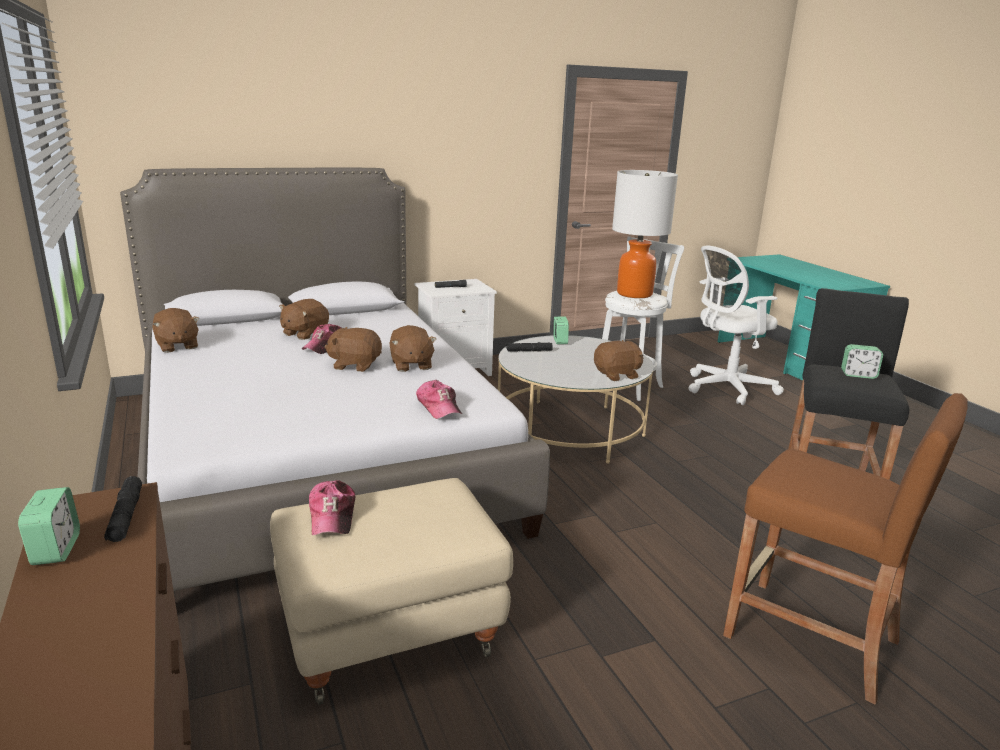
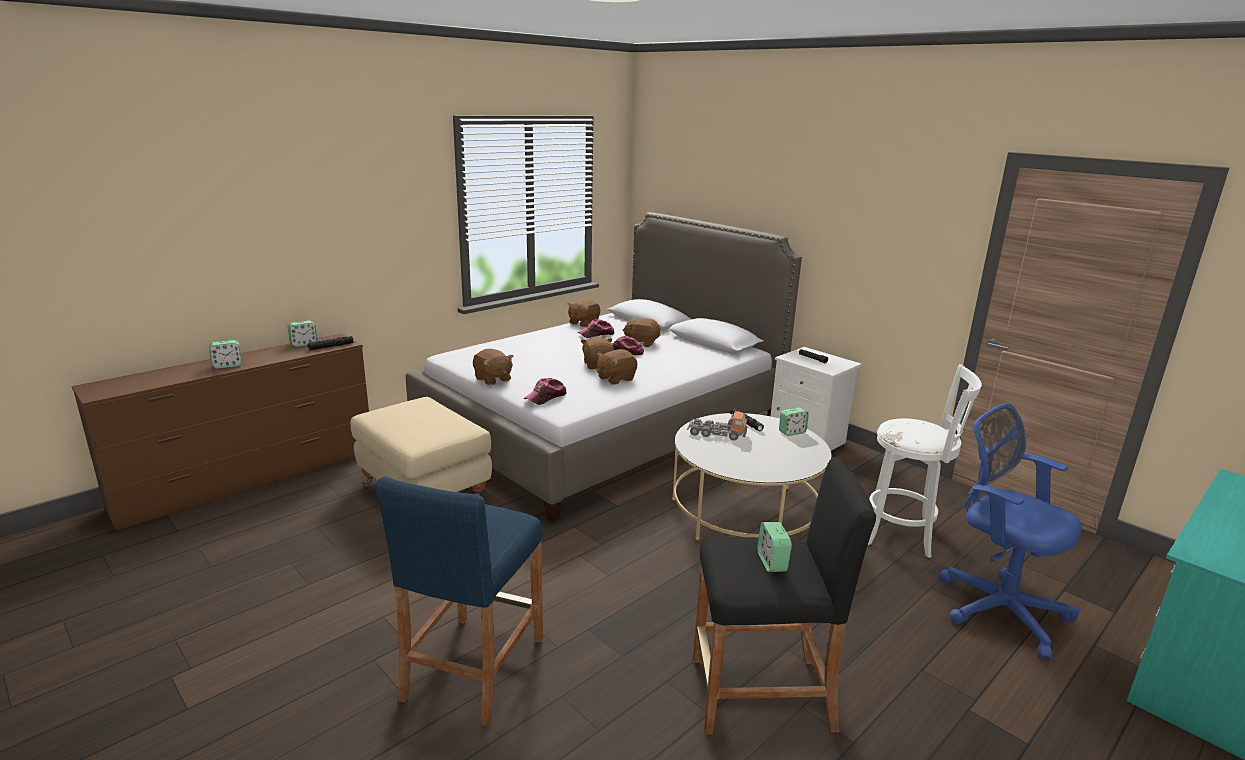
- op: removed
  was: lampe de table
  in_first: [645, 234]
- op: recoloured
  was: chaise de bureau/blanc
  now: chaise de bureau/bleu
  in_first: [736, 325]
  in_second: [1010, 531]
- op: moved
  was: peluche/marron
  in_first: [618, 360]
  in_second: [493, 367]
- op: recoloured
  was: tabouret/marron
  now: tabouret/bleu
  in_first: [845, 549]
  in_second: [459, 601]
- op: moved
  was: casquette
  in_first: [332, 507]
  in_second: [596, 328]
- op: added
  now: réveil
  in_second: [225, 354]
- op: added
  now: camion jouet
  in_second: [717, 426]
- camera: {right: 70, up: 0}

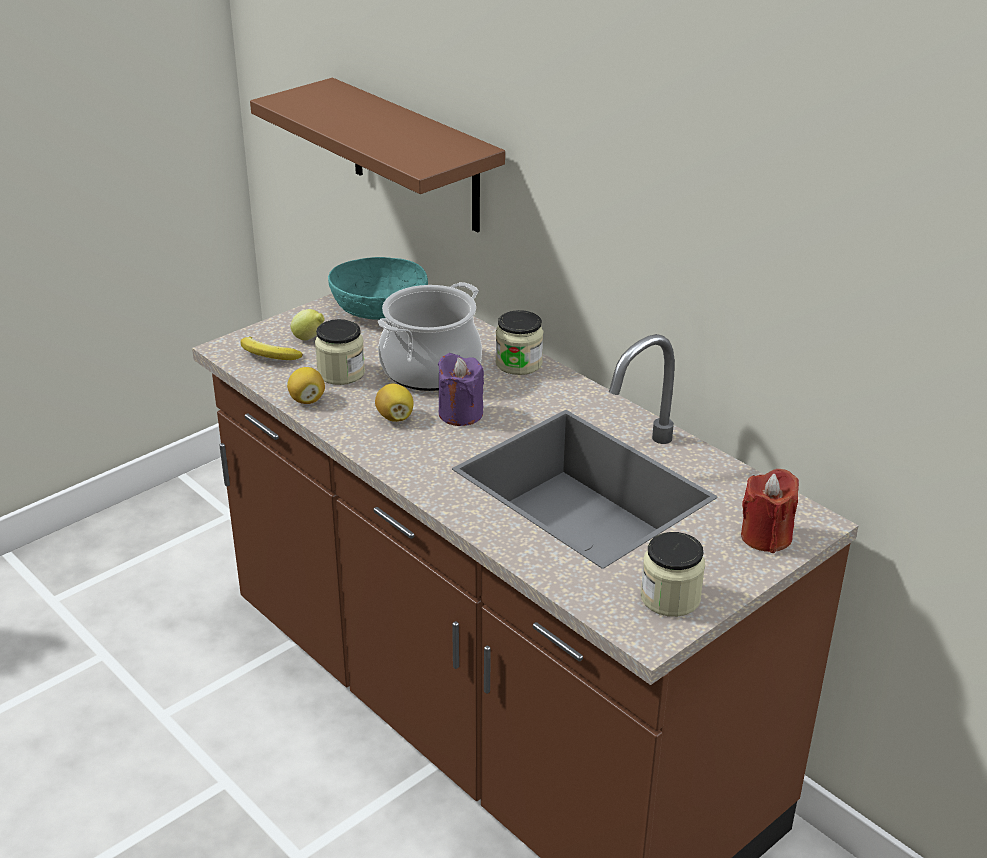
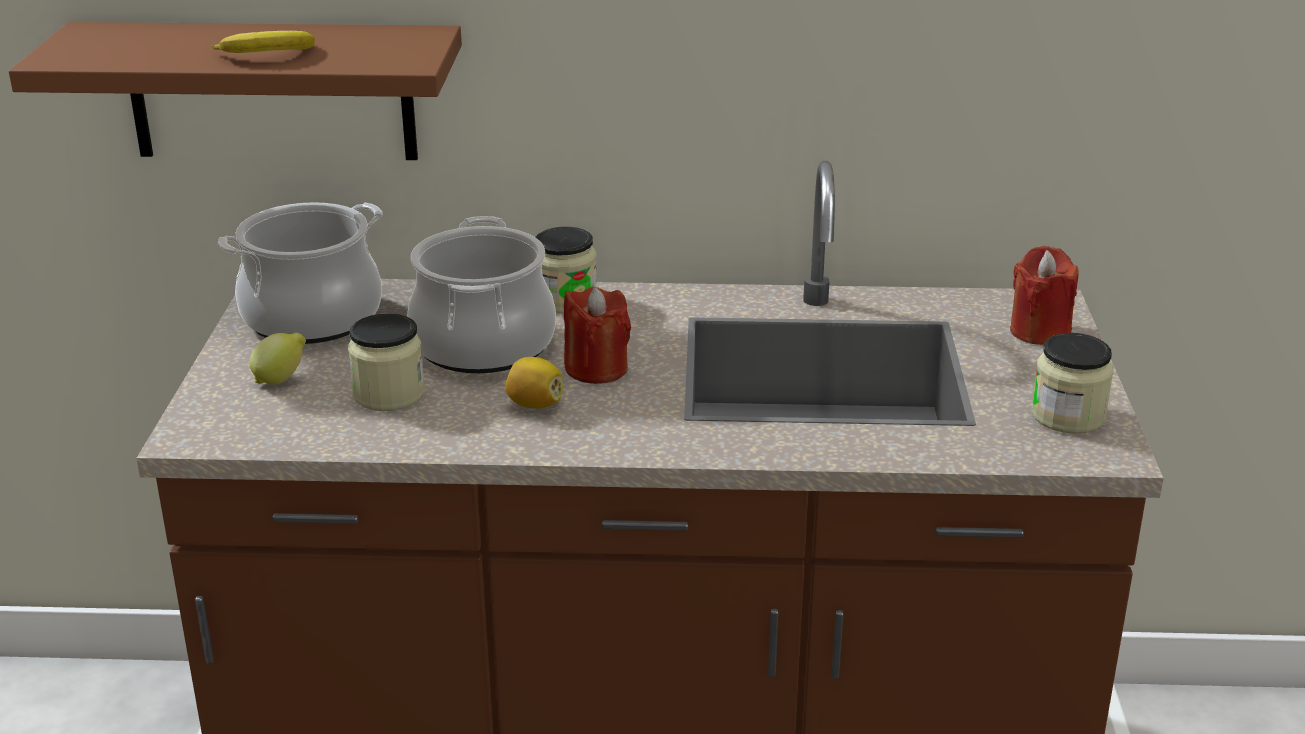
- op: replaced
  was: bol/turquoise
  now: marmite
  in_first: [378, 288]
  in_second: [300, 273]
- op: moved
  was: banane
  in_first: [272, 348]
  in_second: [263, 42]
- op: recoloured
  was: bougie/violet
  now: bougie/rouge
  in_first: [461, 389]
  in_second: [597, 335]
- op: removed
  was: citron
  in_first: [306, 385]
- camera: {right: -45, up: -5}

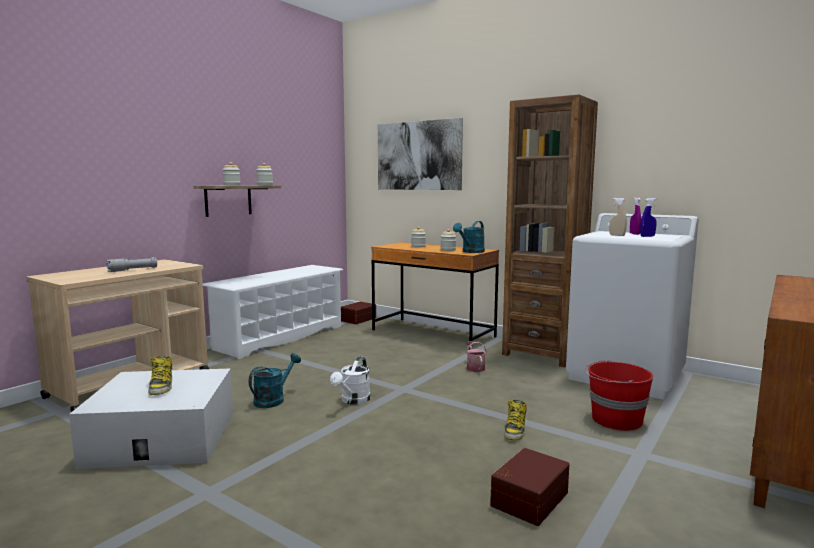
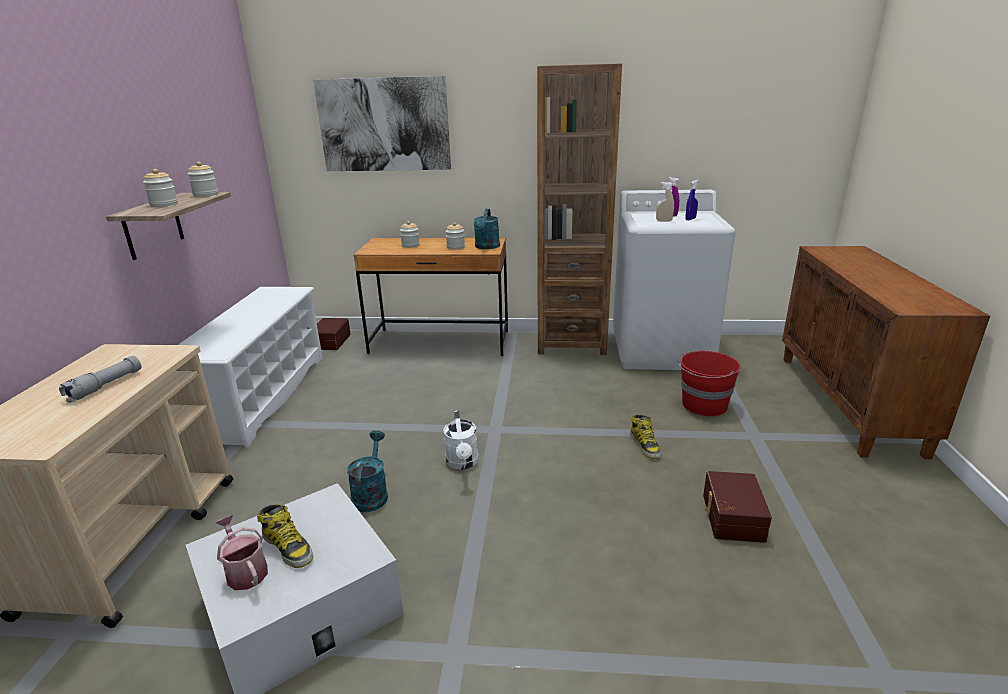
- op: moved
  was: arrosoir
  in_first: [476, 356]
  in_second: [242, 552]
- camera: {right: -30, up: 15}

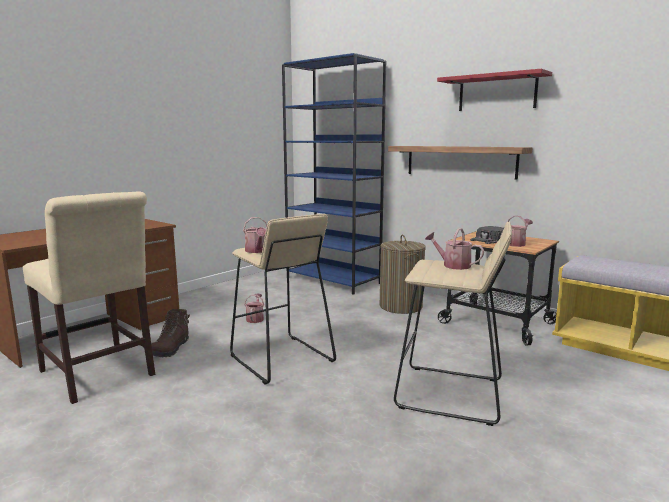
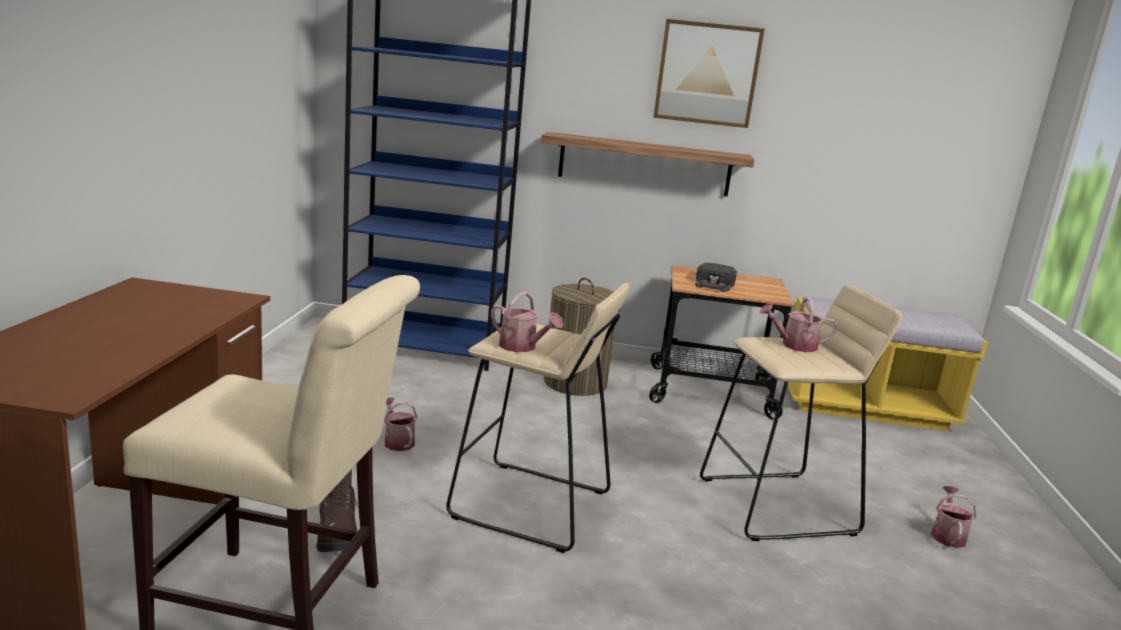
- op: replaced
  was: étagère/rouge
  now: tableau
  in_first: [494, 90]
  in_second: [709, 73]
- op: moved
  was: arrosoir
  in_first: [520, 231]
  in_second: [953, 517]
- camera: {right: -35, up: 5}

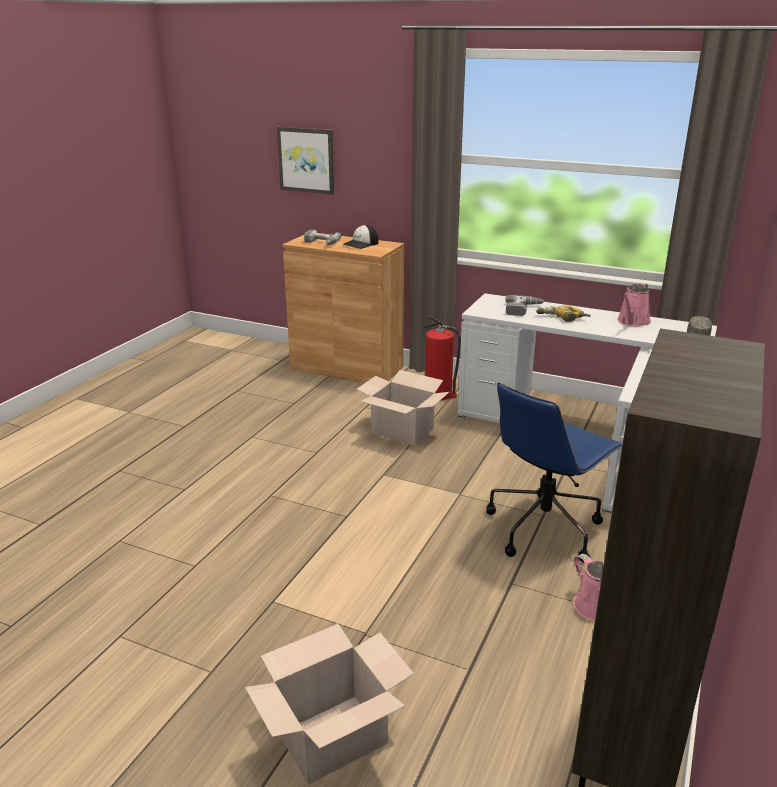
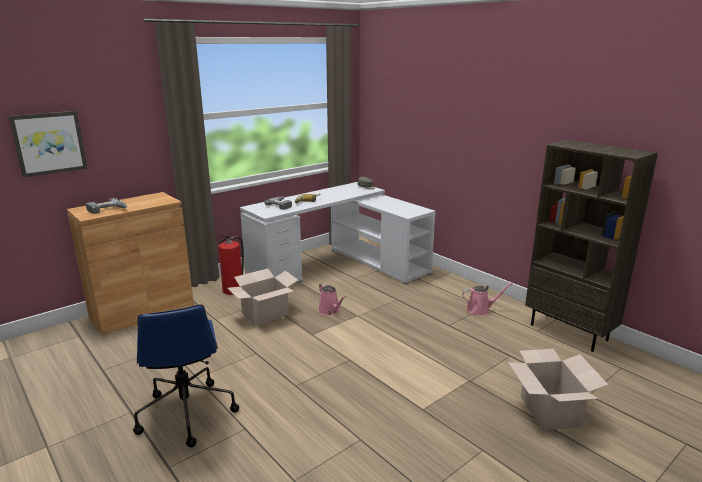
- op: removed
  was: casquette
  in_first: [361, 237]
- op: moved
  was: arrosoir/rose
  in_first: [634, 305]
  in_second: [332, 299]
- op: moved
  was: chaise de bureau/bleu
  in_first: [554, 472]
  in_second: [186, 375]
- camera: {right: -65, up: -5}

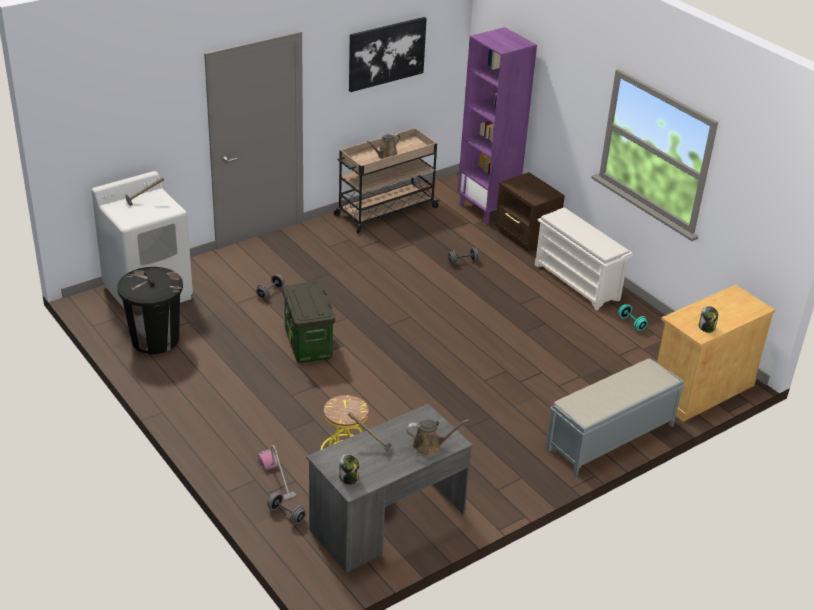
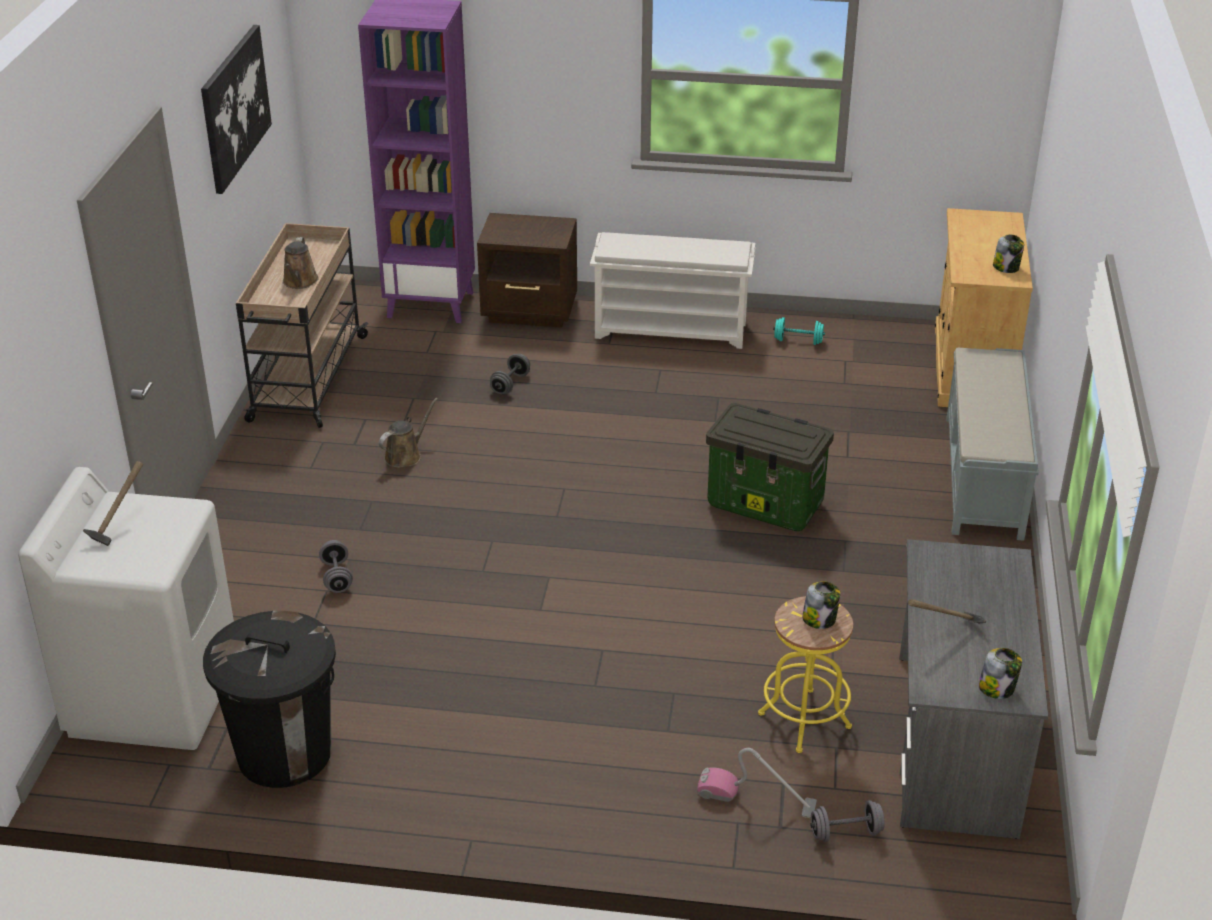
- op: moved
  was: boîte de rangement
  in_first: [308, 322]
  in_second: [770, 467]
- op: moved
  was: arrosoir/marron
  in_first: [437, 438]
  in_second: [408, 432]
- op: added
  now: bocal
  in_second: [821, 605]
- camera: {right: -45, up: 0}

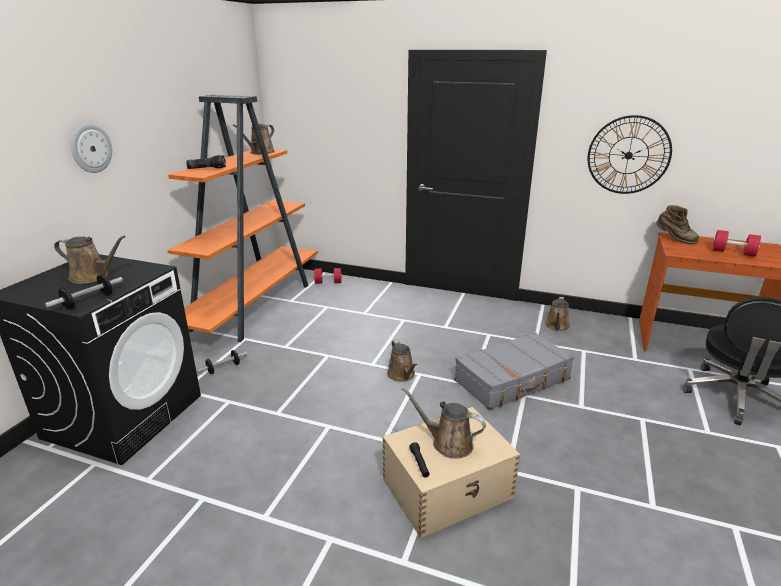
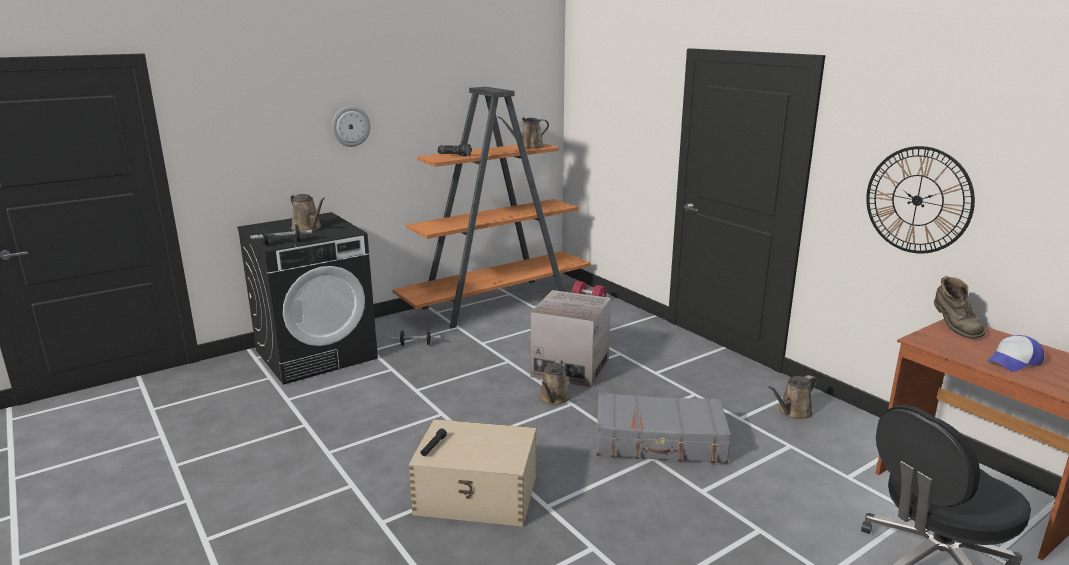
- op: replaced
  was: haltère/rouge
  now: casquette
  in_first: [737, 243]
  in_second: [1015, 353]
- op: removed
  was: arrosoir/marron
  in_first: [444, 423]
- op: added
  now: carton
  in_second: [570, 339]
- camera: {right: 35, up: -5}

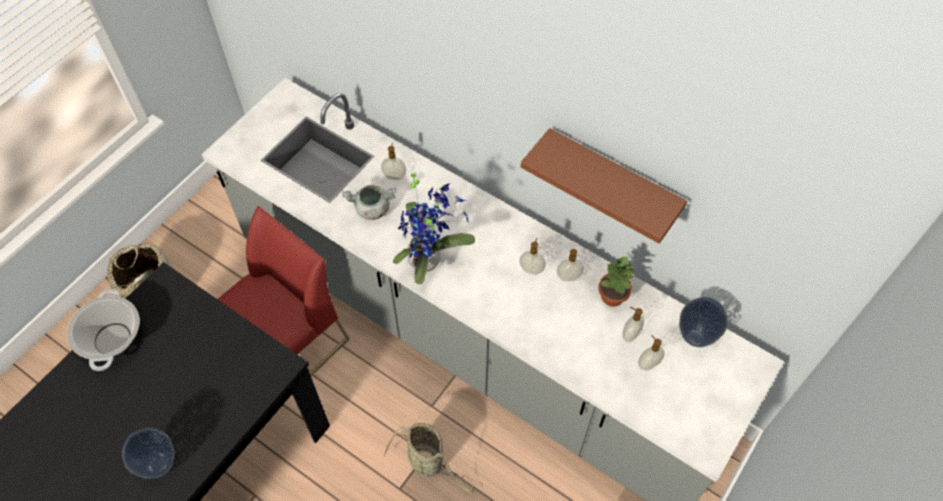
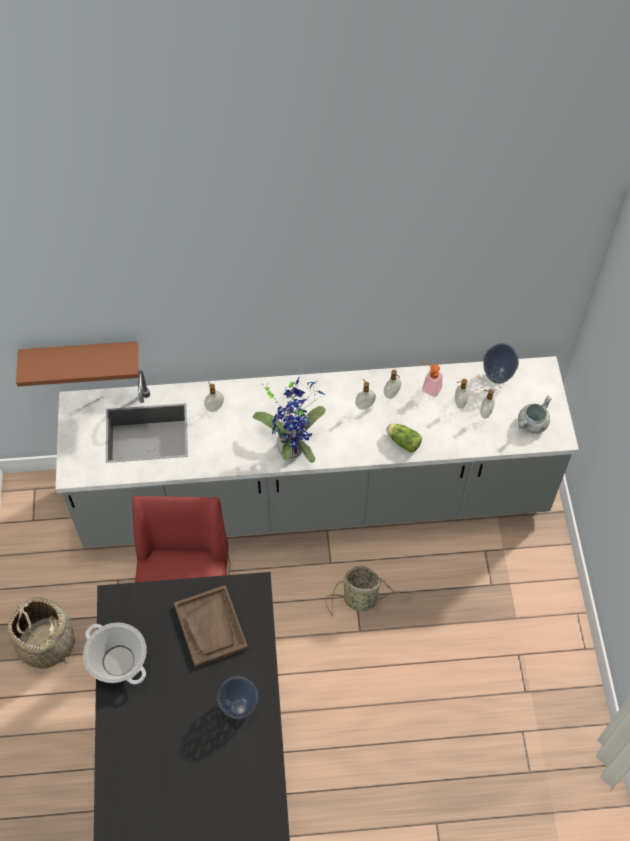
- op: moved
  was: étagère/marron
  in_first: [604, 186]
  in_second: [77, 363]
- op: moved
  was: marmite/gris
  in_first: [369, 202]
  in_second: [535, 415]
- op: replaced
  was: plante en pot
  now: distributeur de savon
  in_first: [617, 281]
  in_second: [431, 379]
- op: added
  now: laitue
  in_second: [404, 438]
- op: added
  now: plateau/marron
  in_second: [211, 626]
- camera: {right: -40, up: 0}

